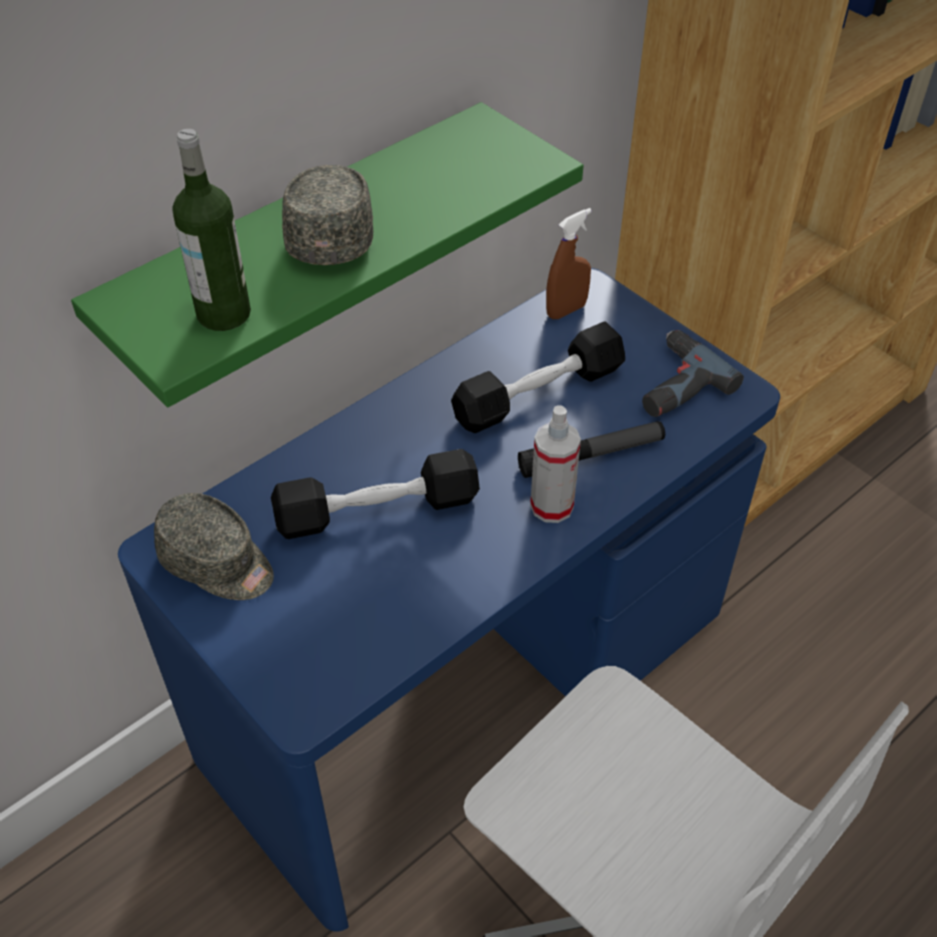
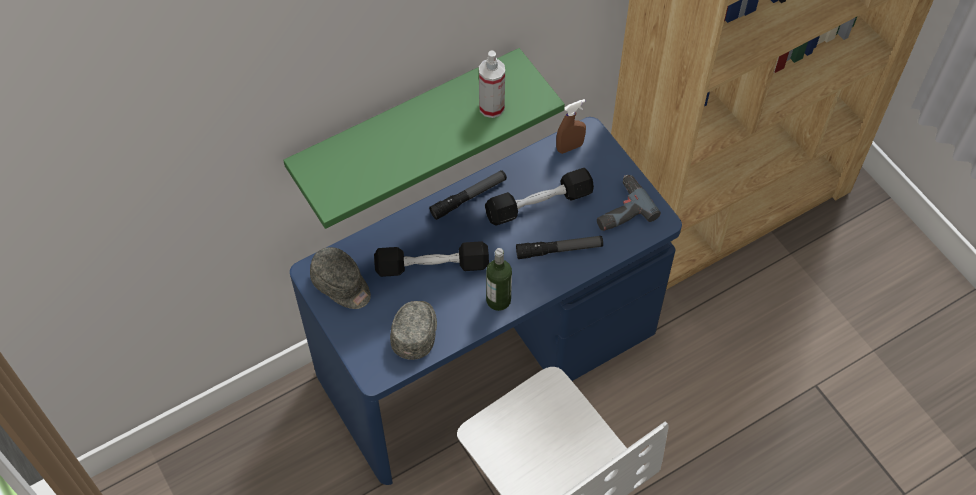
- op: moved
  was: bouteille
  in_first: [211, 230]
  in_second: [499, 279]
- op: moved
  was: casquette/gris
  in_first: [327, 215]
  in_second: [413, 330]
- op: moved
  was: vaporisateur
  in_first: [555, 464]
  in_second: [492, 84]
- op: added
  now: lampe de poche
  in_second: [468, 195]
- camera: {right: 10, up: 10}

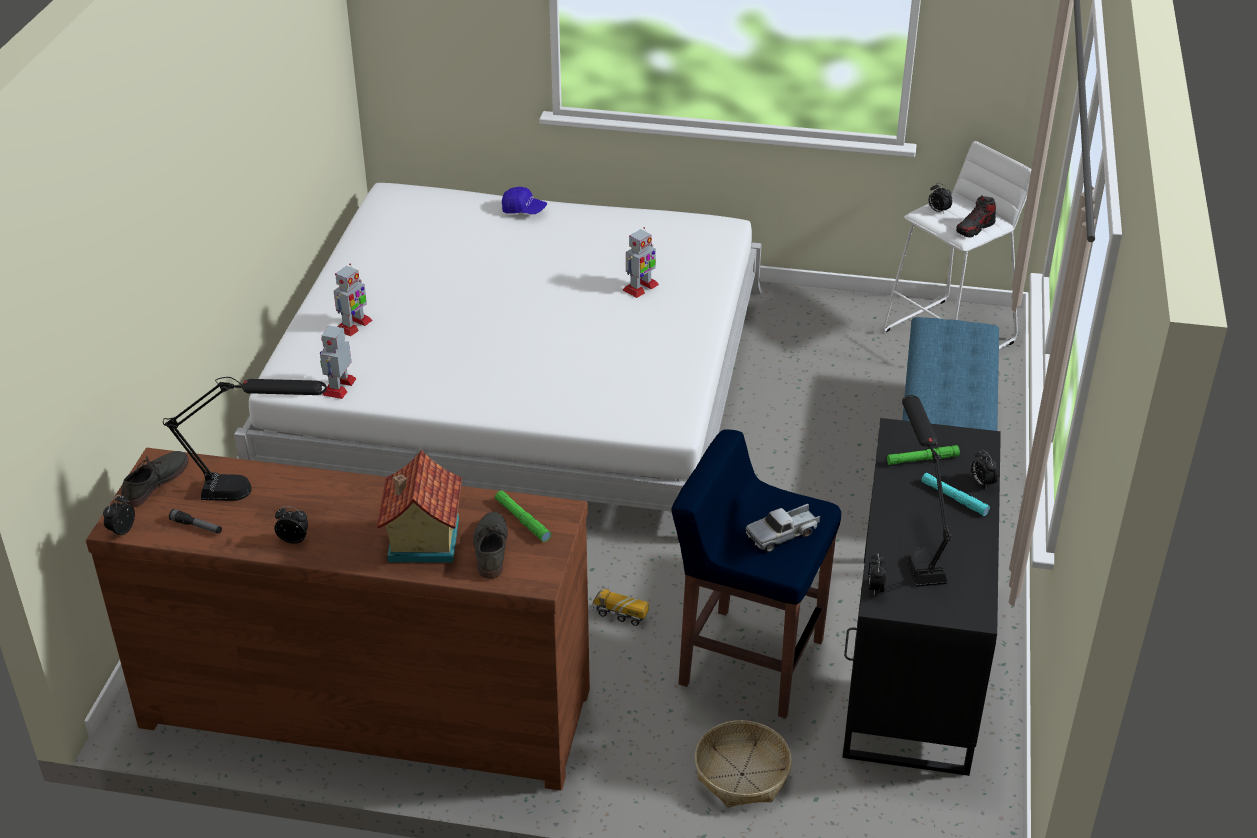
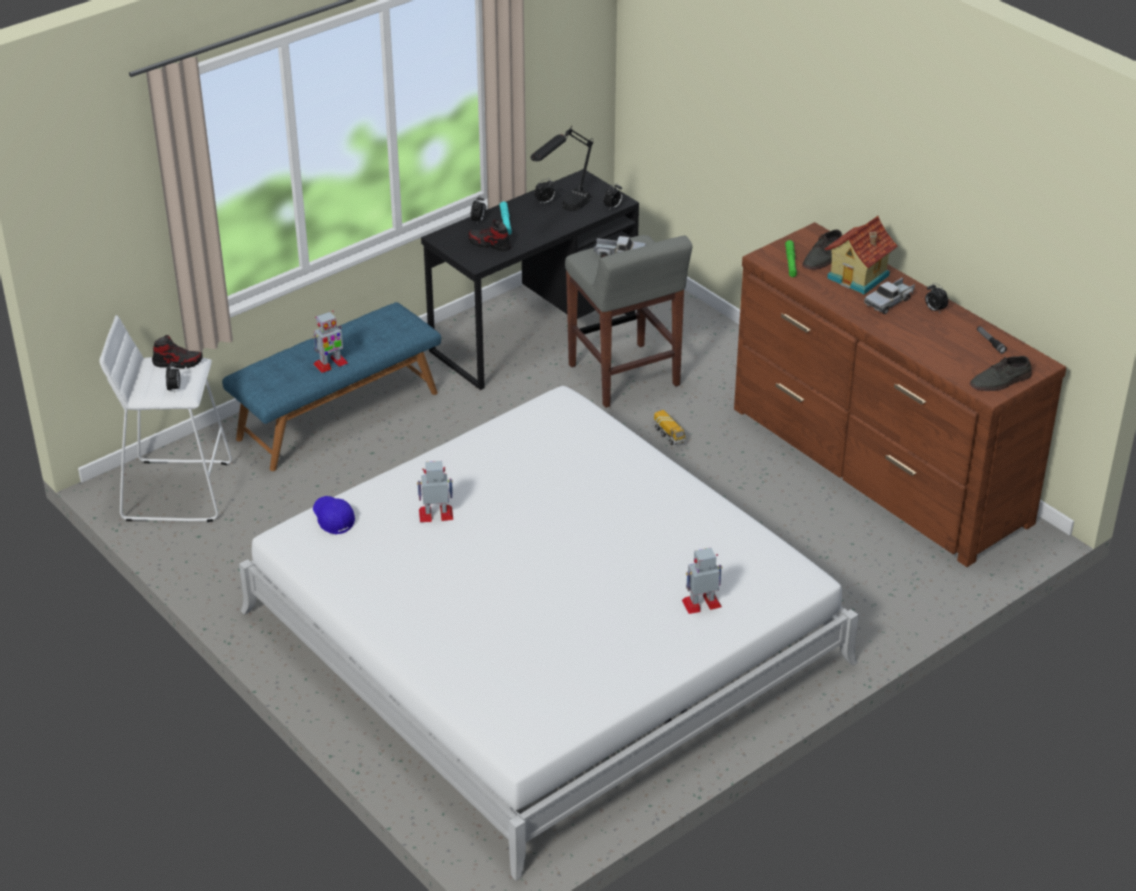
- op: moved
  was: casquette/bleu
  in_first: [524, 200]
  in_second: [334, 515]
- op: moved
  was: robot jouet
  in_first: [338, 362]
  in_second: [330, 342]
- op: removed
  was: lampe de table/noir
  in_first: [245, 439]
- op: recoloured
  was: tabouret/bleu
  now: tabouret/gris
  in_first: [756, 574]
  in_second: [629, 321]
- op: replaced
  was: lampe de poche/vert
  now: chaussure
  in_first: [923, 455]
  in_second: [490, 236]
- op: moved
  was: réveil
  in_first: [119, 515]
  in_second: [544, 191]
- op: removed
  was: panier
  in_first: [743, 763]
- op: added
  now: camion jouet
  in_second: [889, 296]
- camera: {right: -140, up: 0}

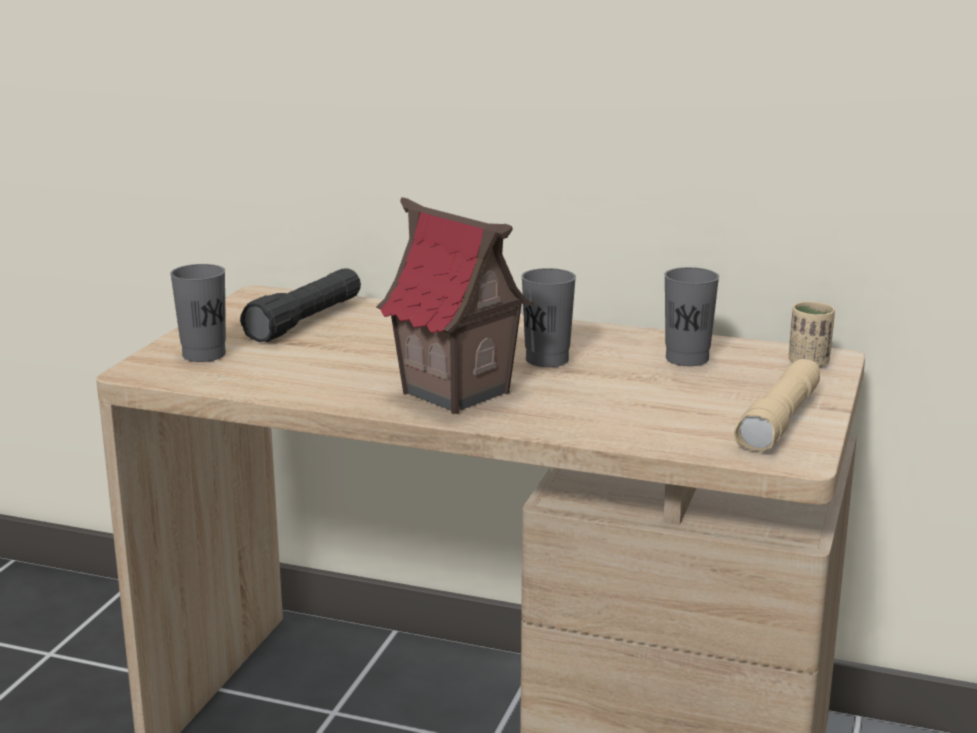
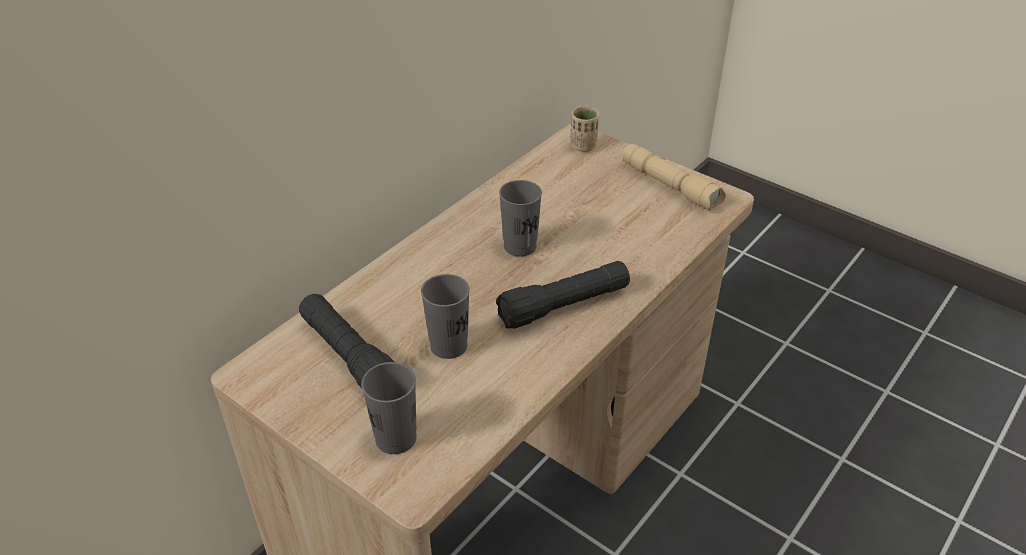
- op: replaced
  was: maison miniature
  now: lampe de poche/noir
  in_first: [455, 305]
  in_second: [563, 295]
- op: moved
  was: tasse/gris
  in_first: [691, 316]
  in_second: [445, 316]
- camera: {right: -70, up: 20}

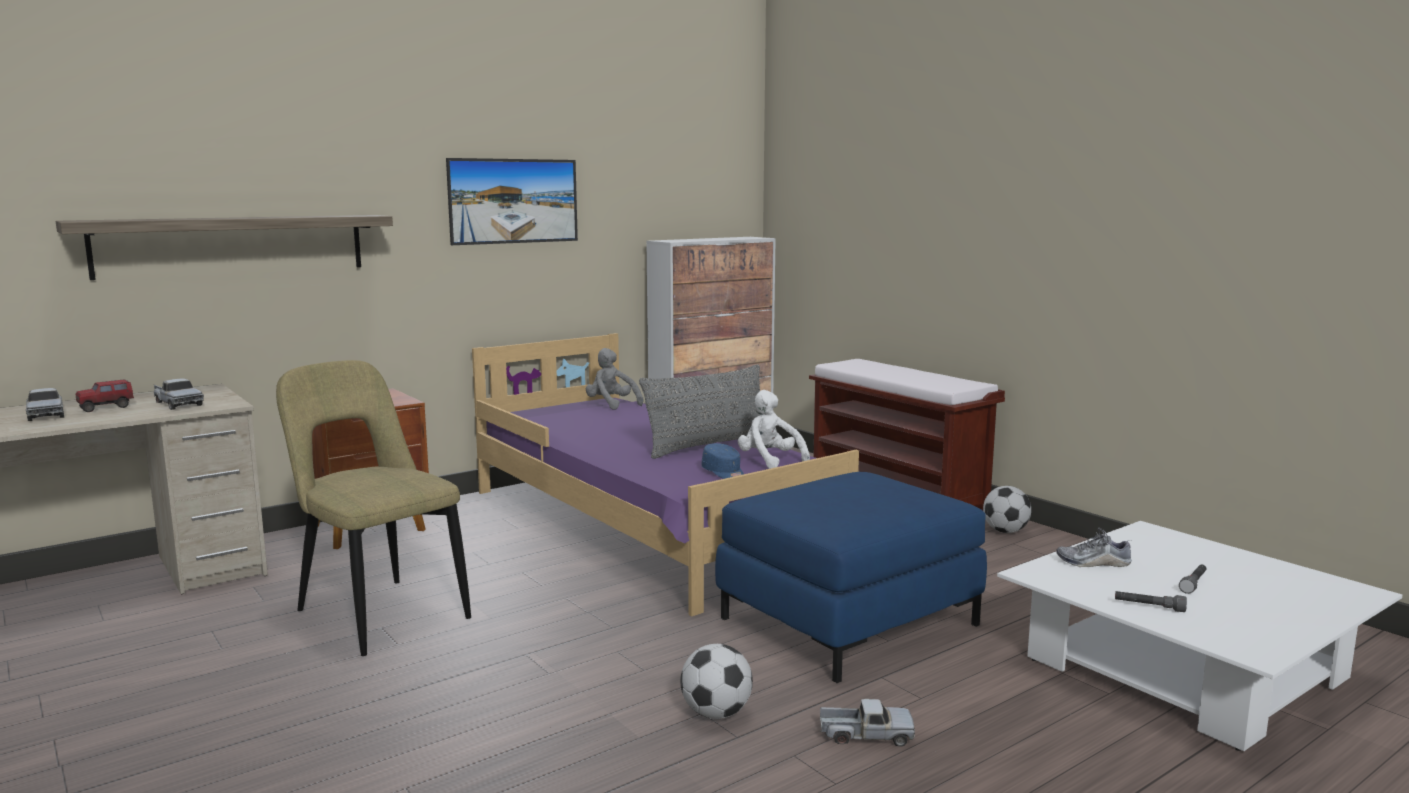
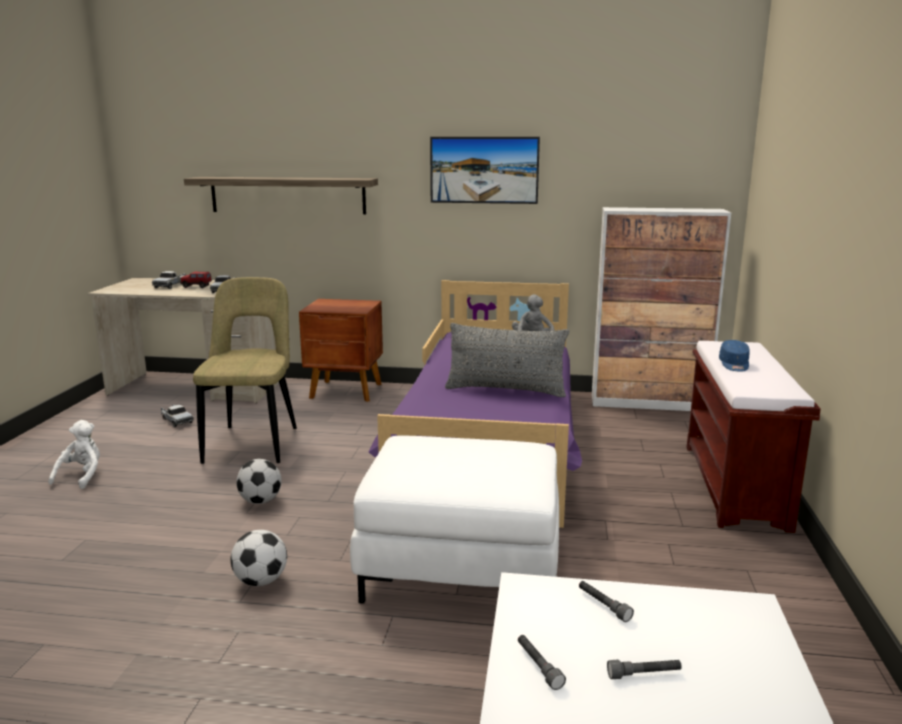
- op: moved
  was: peluche/blanc
  in_first: [774, 429]
  in_second: [74, 454]
- op: moved
  was: casquette/bleu
  in_first: [723, 461]
  in_second: [734, 355]
- op: recoloured
  was: pouf/bleu
  now: pouf/blanc
  in_first: [851, 577]
  in_second: [454, 520]
- op: moved
  was: ballon de foot
  in_first: [1007, 509]
  in_second: [259, 481]
- op: replaced
  was: chaussure
  now: lampe de poche/gris
  in_first: [1094, 547]
  in_second: [606, 601]
- op: moved
  was: camion jouet
  in_first: [867, 722]
  in_second: [177, 415]
- camera: {right: 45, up: 5}

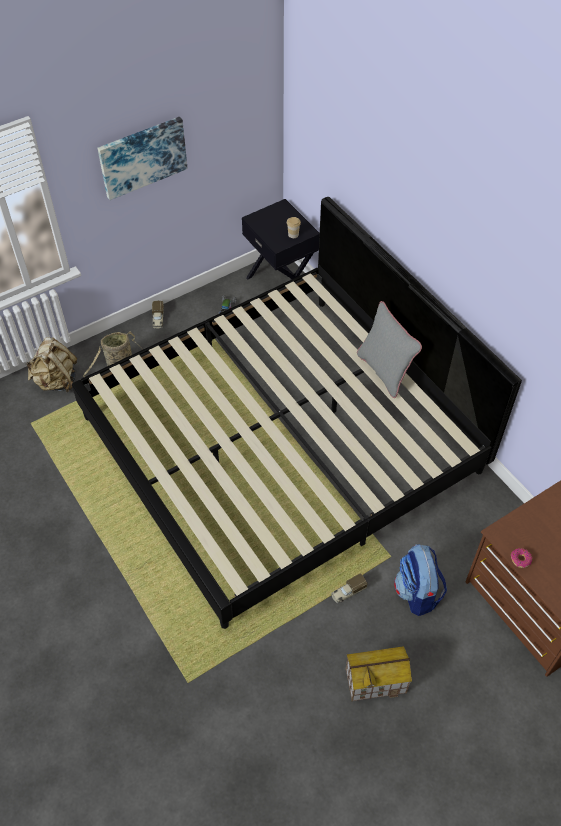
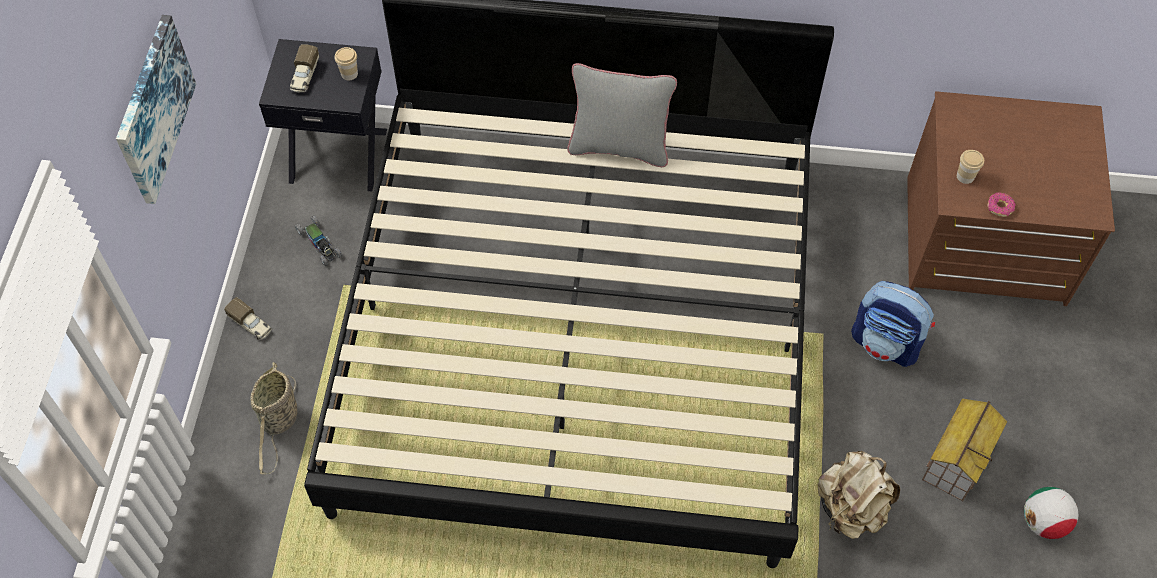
- op: moved
  was: sac à dos/beige
  in_first: [51, 364]
  in_second: [858, 495]
- op: moved
  was: camion jouet
  in_first: [349, 588]
  in_second: [304, 68]
- op: added
  now: tasse
  in_second: [970, 167]
- op: added
  now: ballon de foot
  in_second: [1051, 513]
- camera: {right: -50, up: 5}

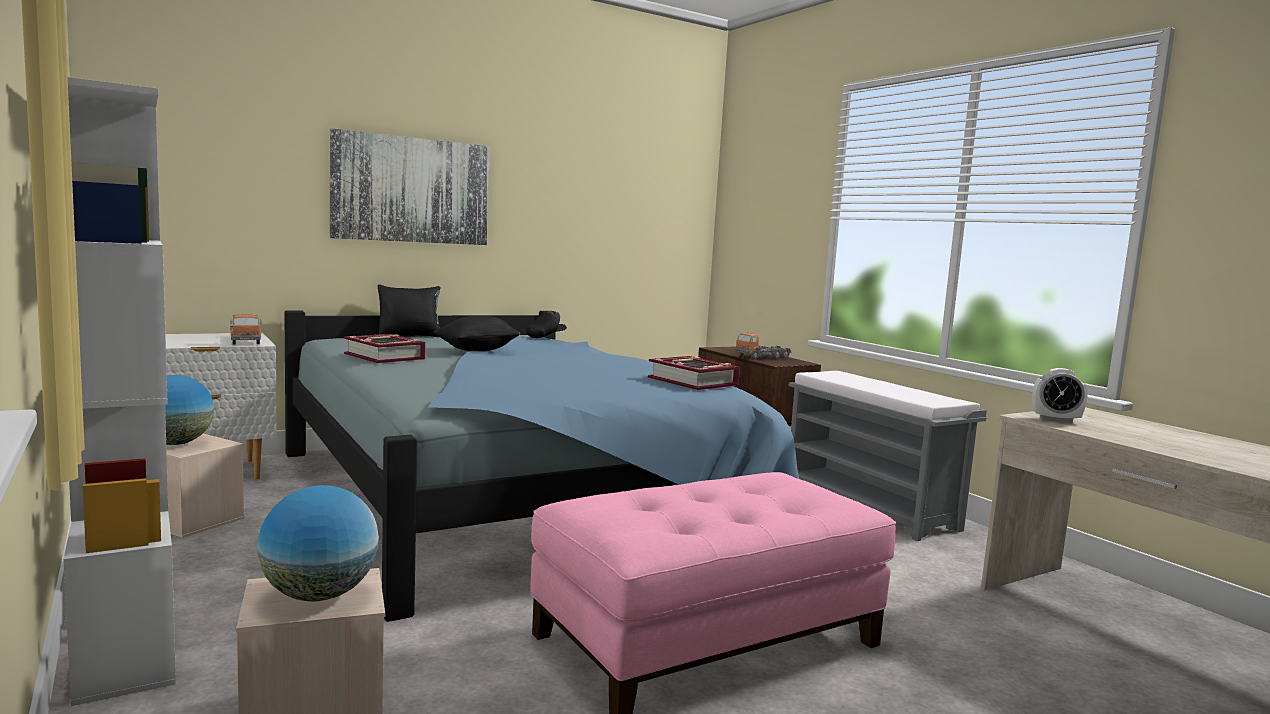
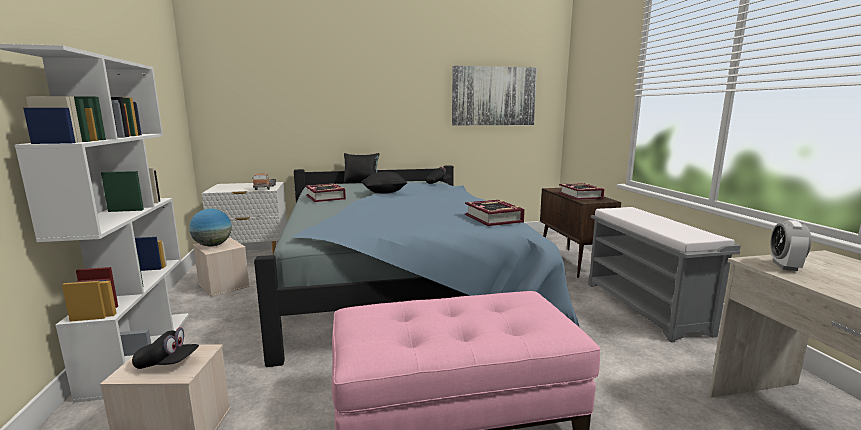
- op: moved
  was: tableau
  in_first: [410, 186]
  in_second: [494, 95]
- op: replaced
  was: camion jouet
  now: livre
  in_first: [763, 346]
  in_second: [582, 191]
- op: turned
  was: réveil
  in_first: [1060, 395]
  in_second: [791, 245]
  clockwise: 75
- op: replaced
  was: globe
  now: casquette/noir
  in_first: [318, 543]
  in_second: [165, 348]
- camera: {right: 20, up: 5}

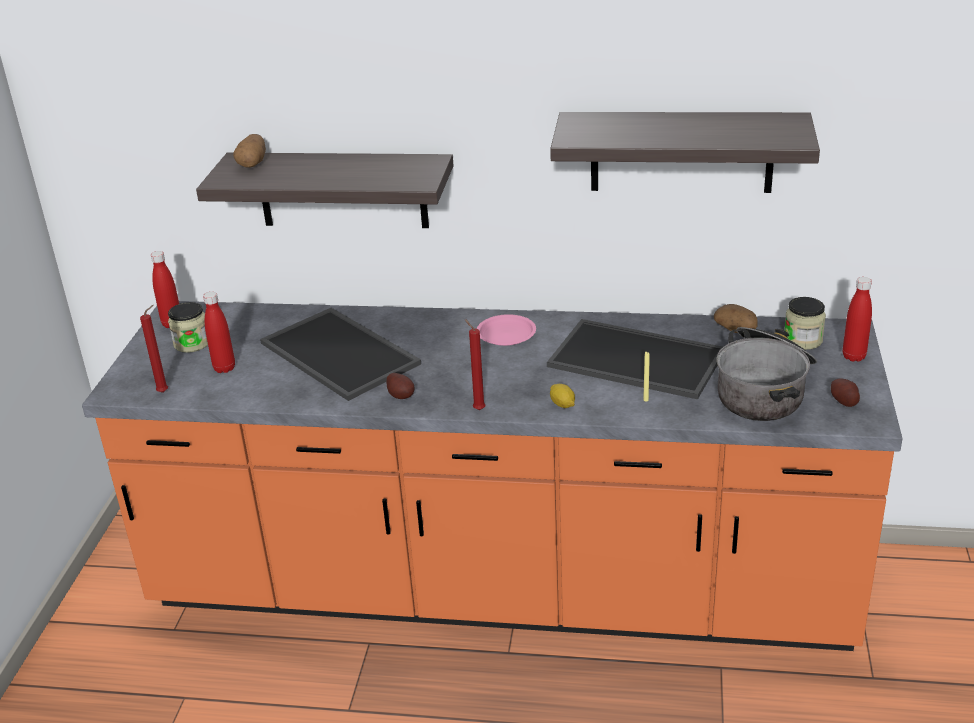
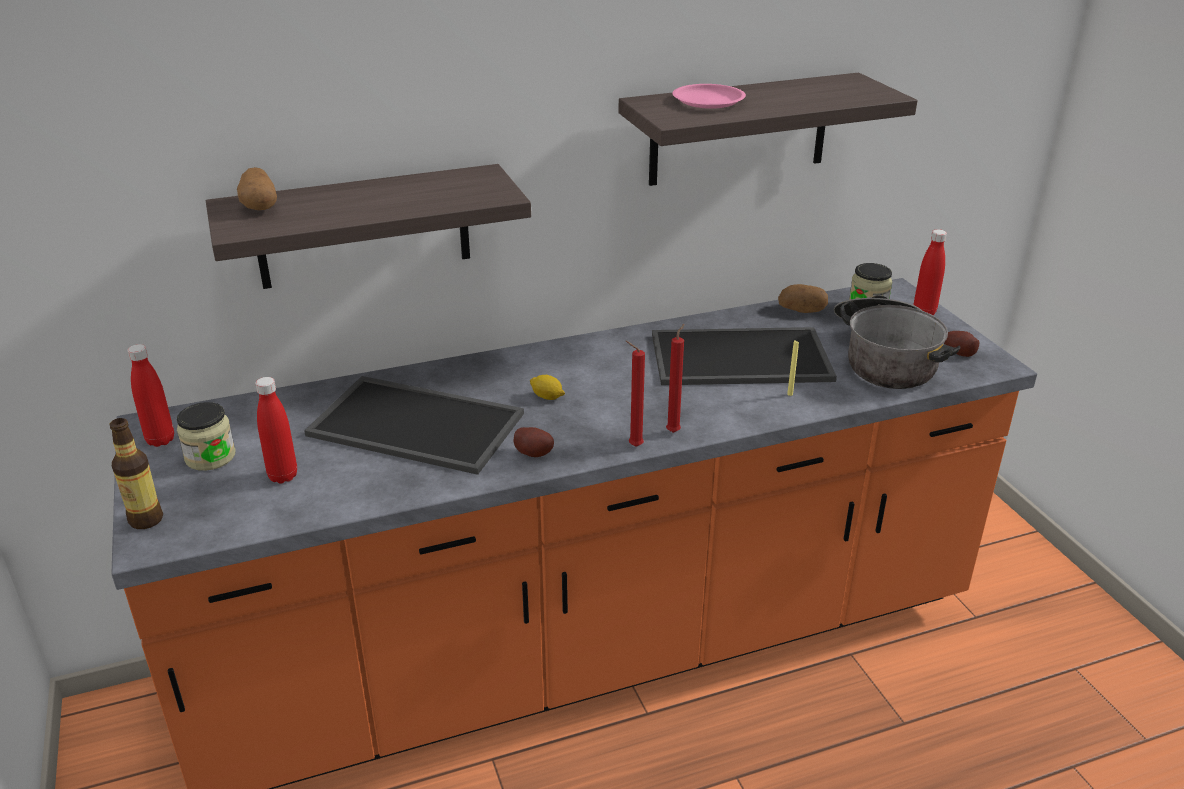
- op: moved
  was: bougie/rouge
  in_first: [154, 349]
  in_second: [675, 378]
- op: moved
  was: assiette/rose
  in_first: [506, 330]
  in_second: [709, 96]
- op: moved
  was: citron
  in_first: [562, 396]
  in_second: [547, 387]
- op: added
  now: bouteille
  in_second: [136, 473]
- camera: {right: -30, up: 0}

